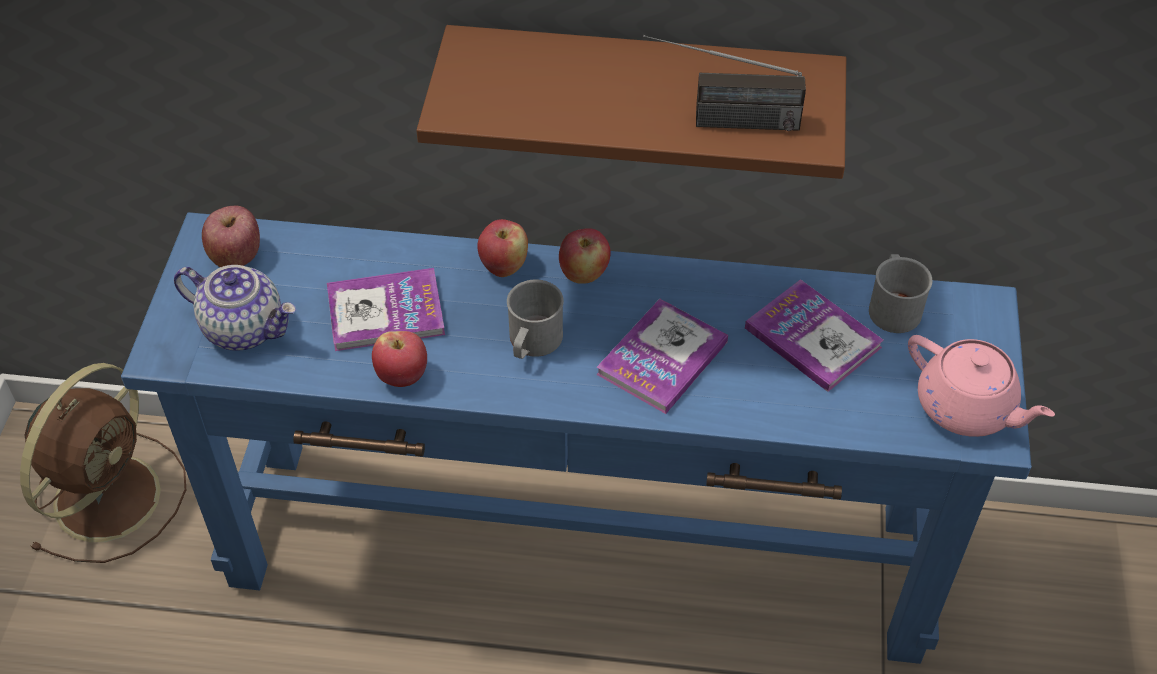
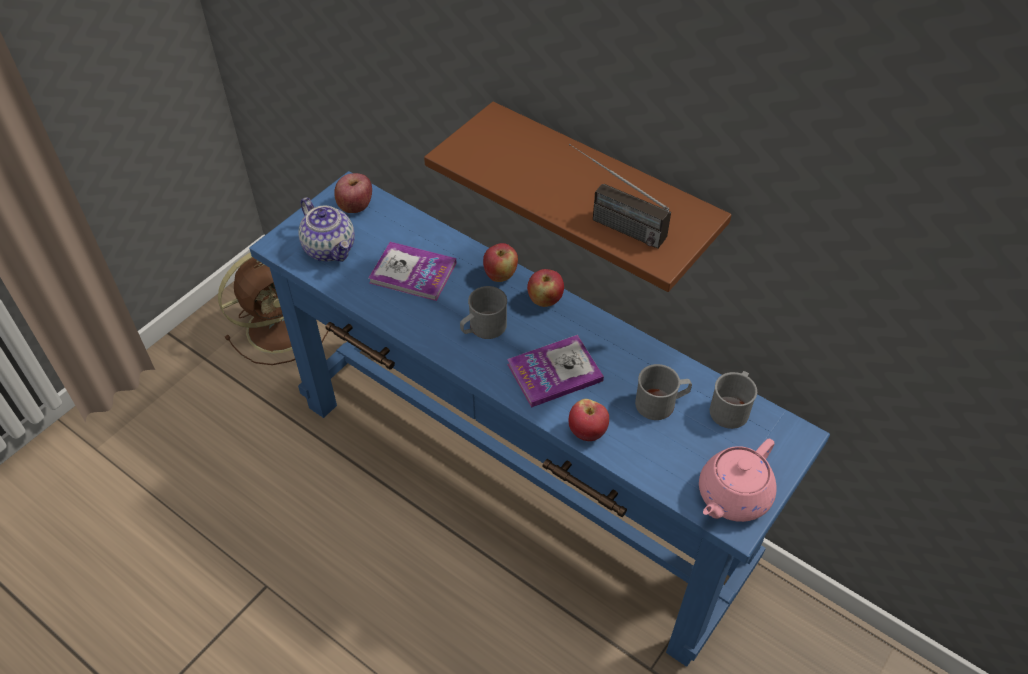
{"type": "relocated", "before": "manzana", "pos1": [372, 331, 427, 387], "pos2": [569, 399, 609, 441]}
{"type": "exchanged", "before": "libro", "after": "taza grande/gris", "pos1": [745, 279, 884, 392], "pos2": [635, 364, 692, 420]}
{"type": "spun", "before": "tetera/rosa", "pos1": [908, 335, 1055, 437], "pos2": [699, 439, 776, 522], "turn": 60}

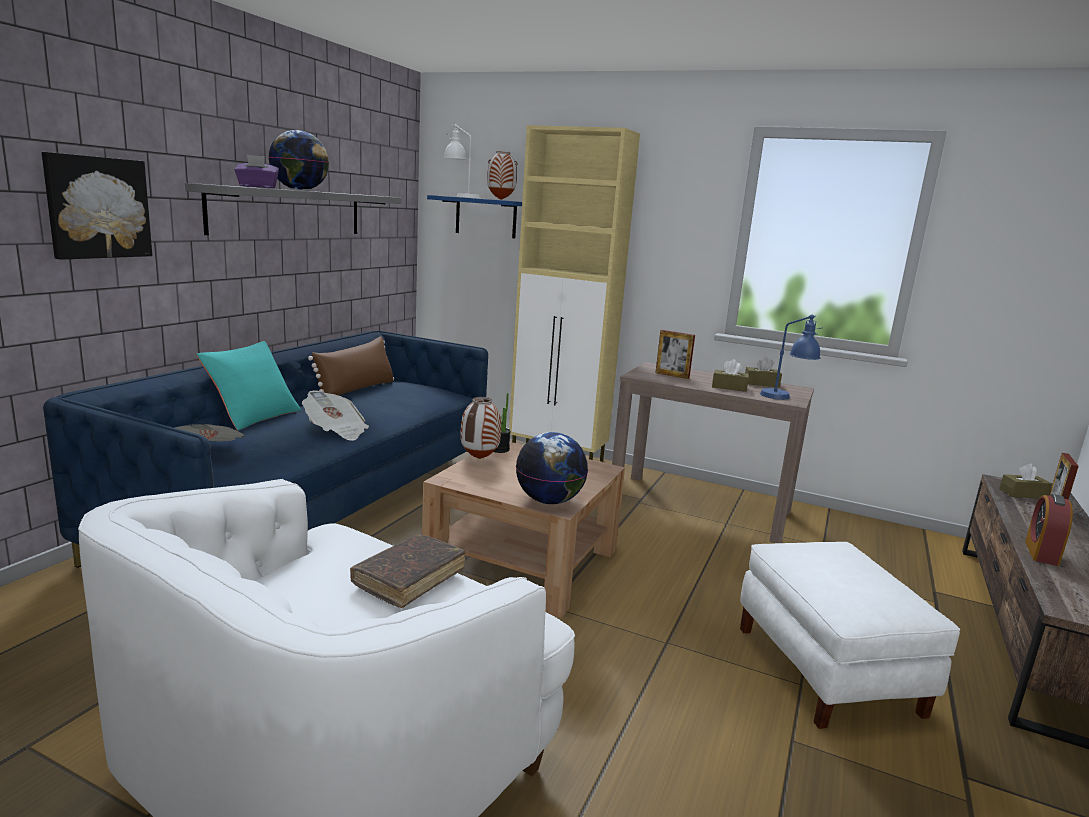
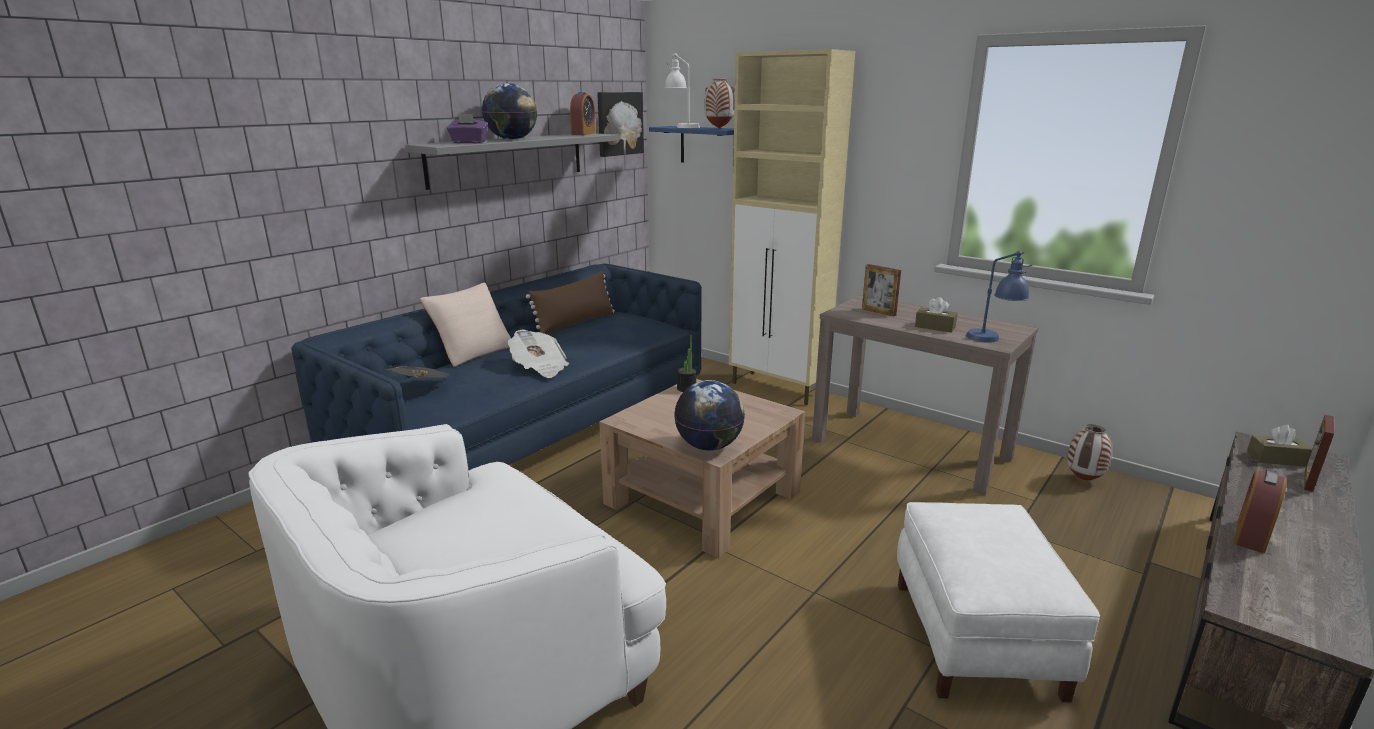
{"type": "colour", "before": "cojín/turquesa", "after": "cojín/beis", "pos1": [197, 341, 301, 431], "pos2": [420, 283, 511, 367]}
{"type": "appeared", "after": "despertador", "pos2": [570, 92, 596, 135]}
{"type": "relocated", "before": "cuadro", "pos1": [42, 152, 152, 260], "pos2": [597, 92, 644, 157]}
{"type": "relocated", "before": "florero", "pos1": [461, 397, 501, 459], "pos2": [1067, 424, 1112, 480]}
{"type": "missing", "before": "libro/marrón", "pos1": [350, 535, 466, 608]}
{"type": "missing", "before": "caja de pañuelos/marrón", "pos1": [745, 357, 782, 387]}

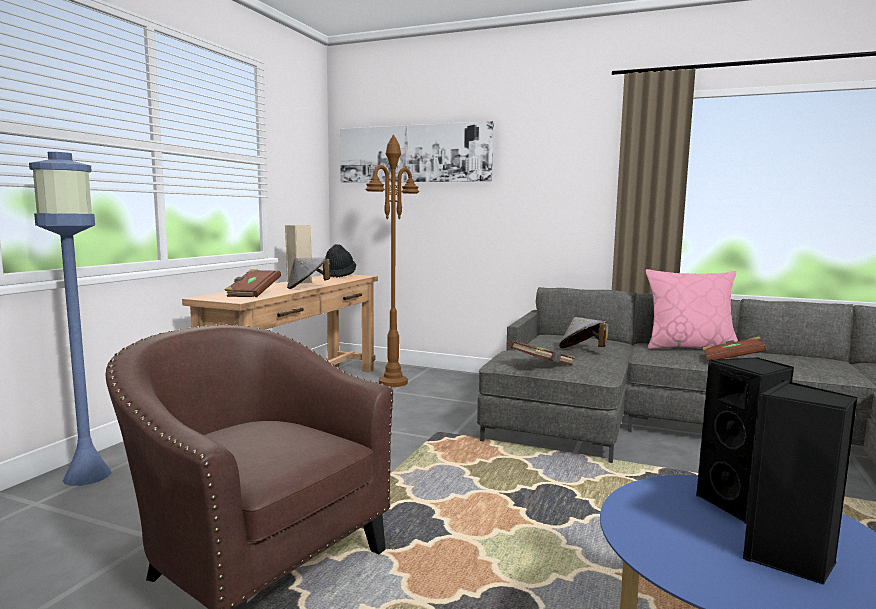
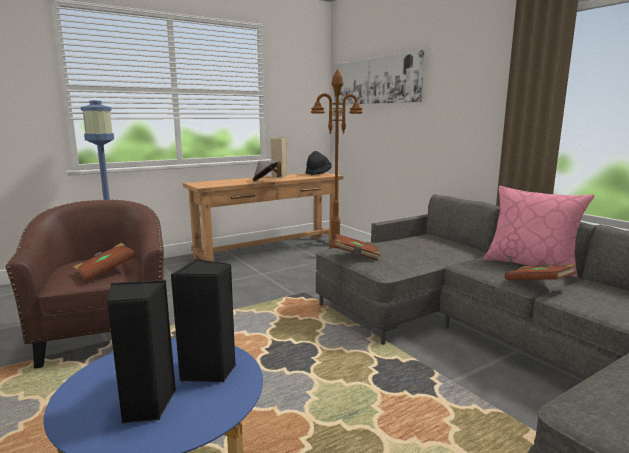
{"type": "relocated", "before": "libro/marrón", "pos1": [225, 269, 281, 297], "pos2": [73, 243, 136, 281]}
{"type": "missing", "before": "sombrero/gris", "pos1": [559, 317, 608, 348]}

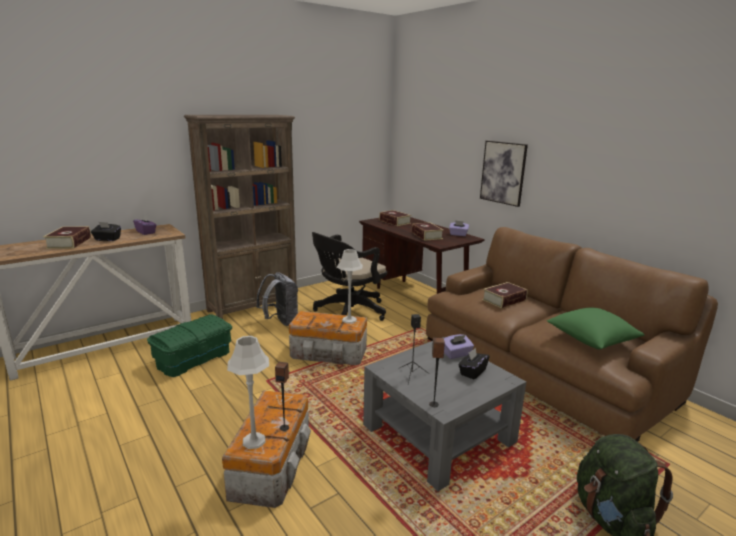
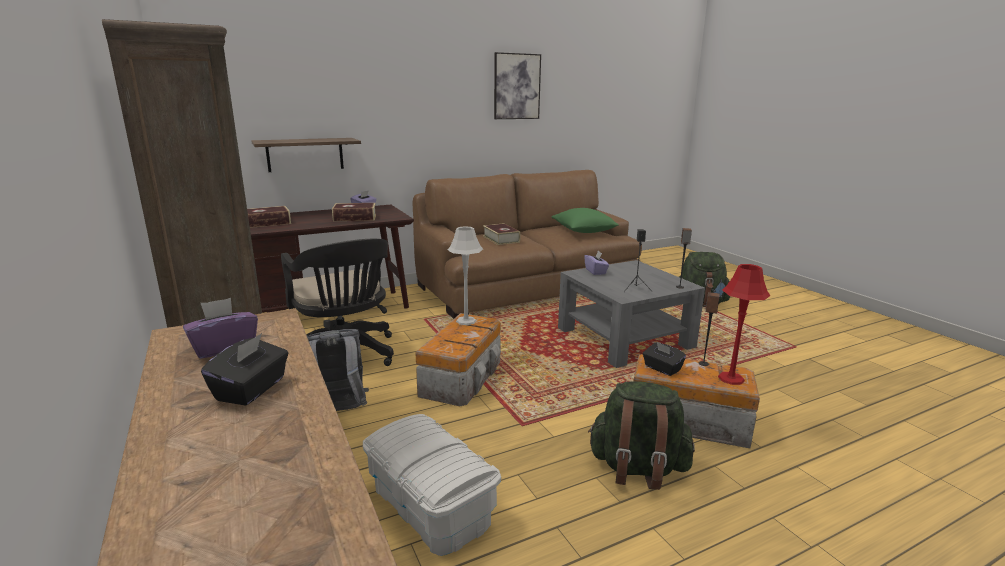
{"type": "appeared", "after": "estante", "pos2": [252, 138, 361, 172]}
{"type": "colour", "before": "caja de almacenaje/verde", "after": "caja de almacenaje/blanco", "pos1": [147, 314, 232, 377], "pos2": [363, 414, 501, 556]}
{"type": "relocated", "before": "cuadro", "pos1": [480, 141, 528, 207], "pos2": [494, 52, 541, 119]}
{"type": "appeared", "after": "mochila/verde", "pos2": [588, 381, 695, 490]}
{"type": "relocated", "before": "caja de pañuelos/negro", "pos1": [459, 348, 490, 380], "pos2": [643, 341, 686, 376]}
{"type": "colour", "before": "lámpara de mesa/gris", "after": "lámpara de mesa/rojo", "pos1": [227, 336, 269, 449], "pos2": [718, 264, 771, 385]}
{"type": "missing", "before": "libro", "pos1": [43, 226, 91, 249]}

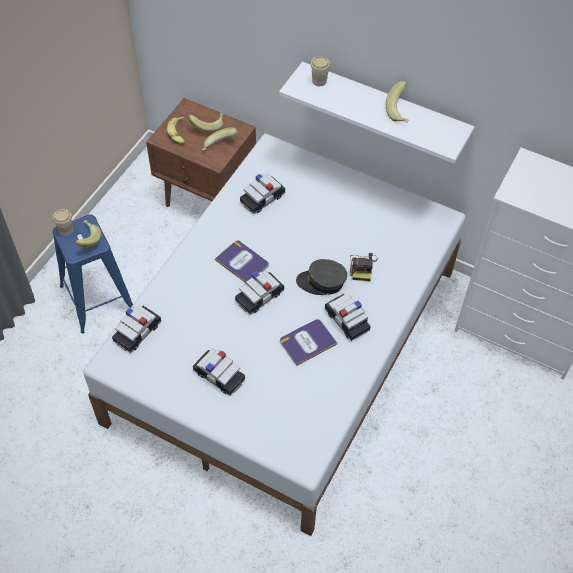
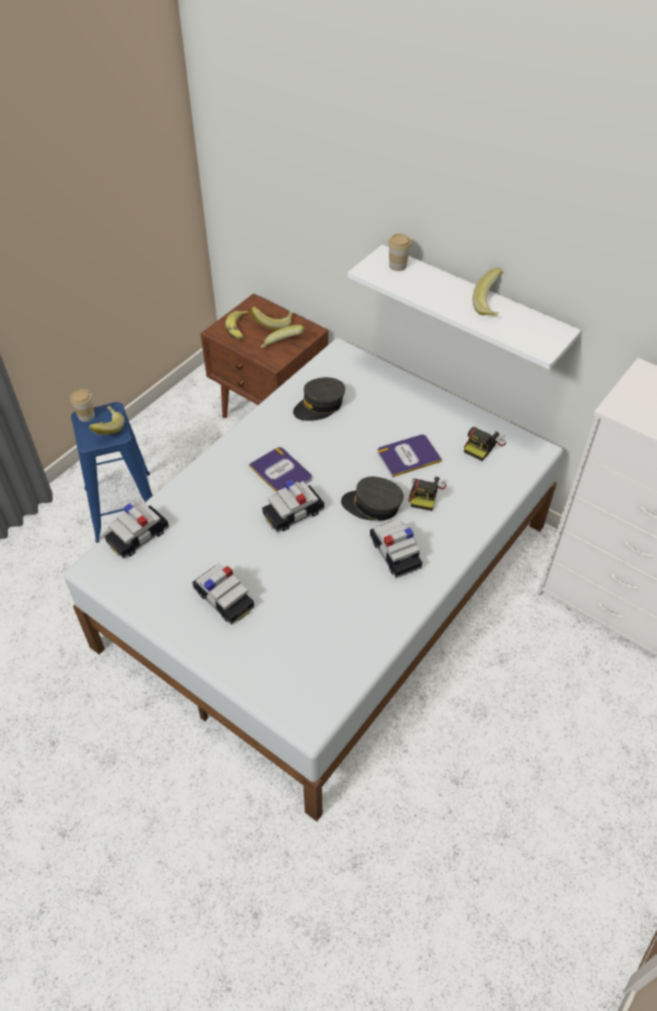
{"type": "exchanged", "before": "coche de juguete", "after": "gorra/gris", "pos1": [240, 174, 285, 214], "pos2": [293, 377, 345, 421]}
{"type": "relocated", "before": "libro", "pos1": [280, 319, 338, 366], "pos2": [377, 435, 442, 477]}
{"type": "appeared", "after": "cámara", "pos2": [464, 427, 506, 461]}

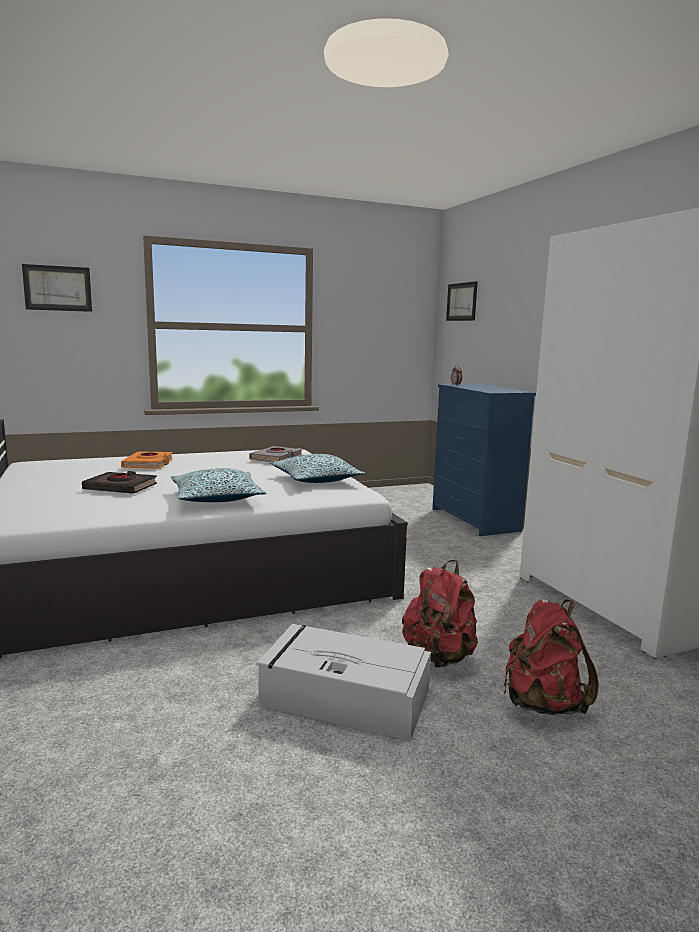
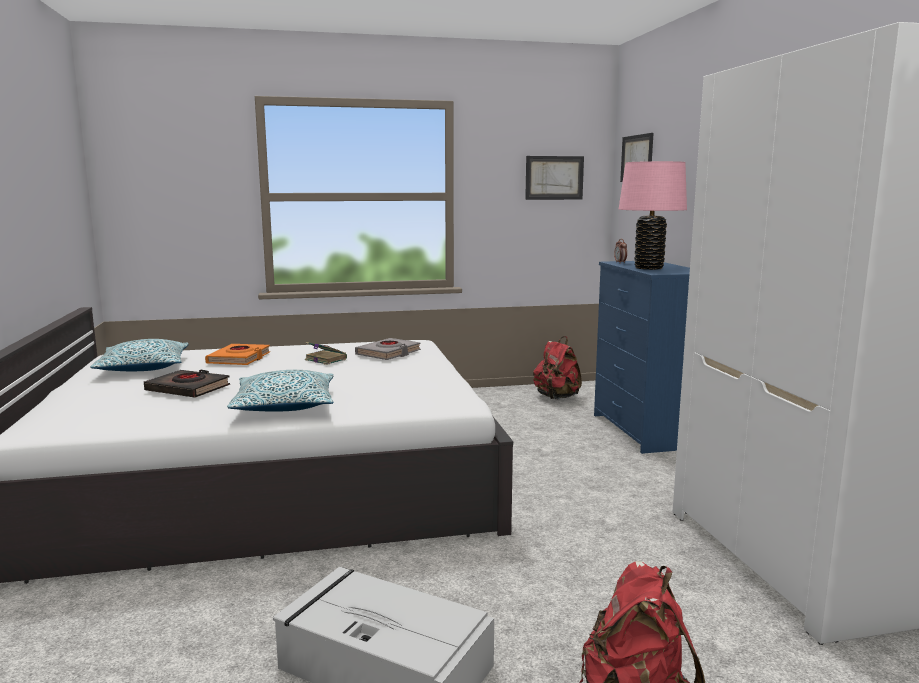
{"type": "relocated", "before": "cojín", "pos1": [270, 454, 365, 483], "pos2": [90, 339, 189, 371]}
{"type": "appeared", "after": "libro", "pos2": [305, 342, 347, 365]}
{"type": "relocated", "before": "cuadro", "pos1": [22, 264, 92, 312], "pos2": [525, 156, 584, 200]}
{"type": "relocated", "before": "mochila/rojo", "pos1": [402, 560, 478, 668], "pos2": [533, 336, 582, 399]}
{"type": "appeared", "after": "lámpara de mesa/rosa", "pos2": [619, 161, 687, 270]}

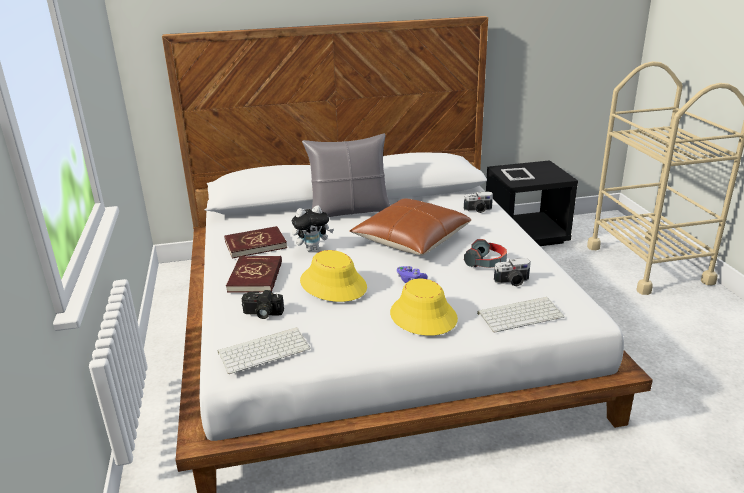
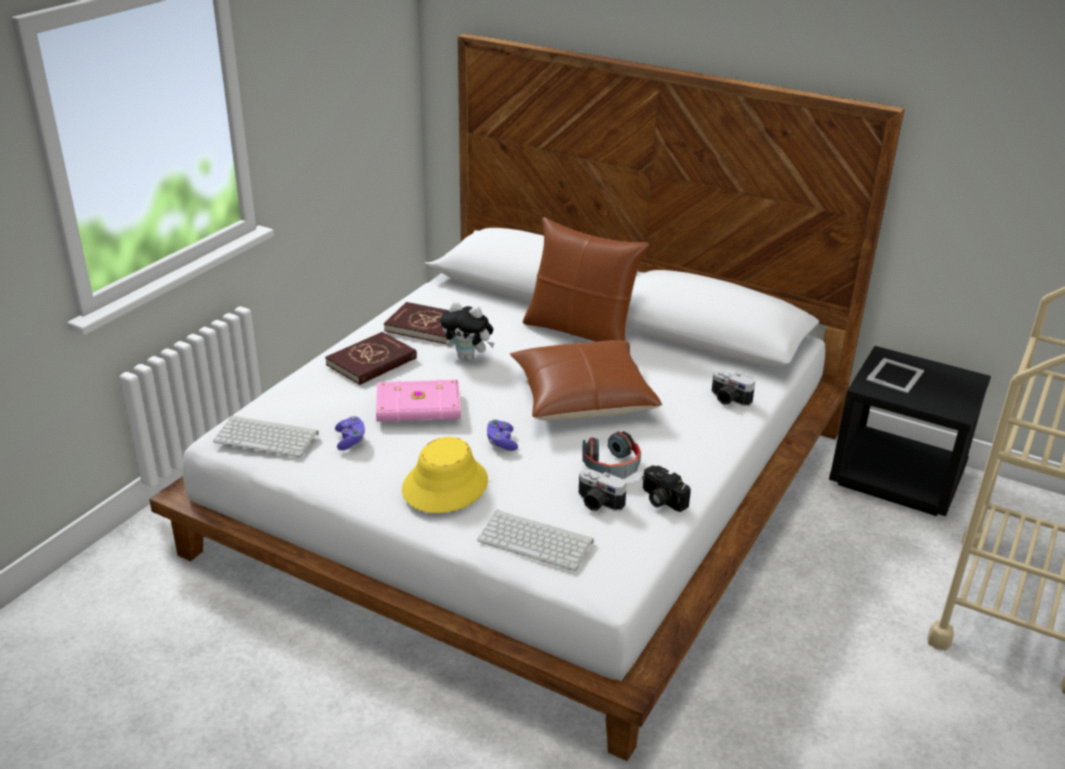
{"type": "appeared", "after": "mando de consola/morado", "pos2": [335, 416, 365, 450]}
{"type": "exchanged", "before": "sombrero/amarillo", "after": "libro/rosa", "pos1": [300, 250, 367, 302], "pos2": [376, 380, 461, 422]}
{"type": "colour", "before": "cojín/gris", "after": "cojín/marrón", "pos1": [302, 133, 390, 217], "pos2": [523, 217, 649, 342]}
{"type": "relocated", "before": "cámara", "pos1": [242, 290, 284, 319], "pos2": [642, 465, 691, 512]}

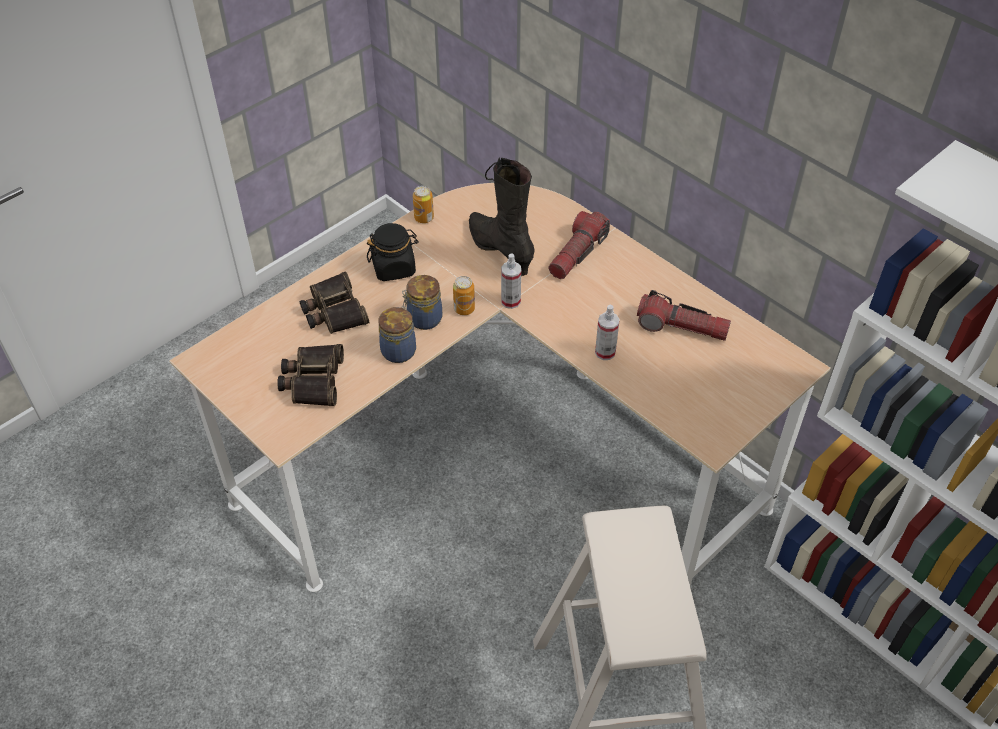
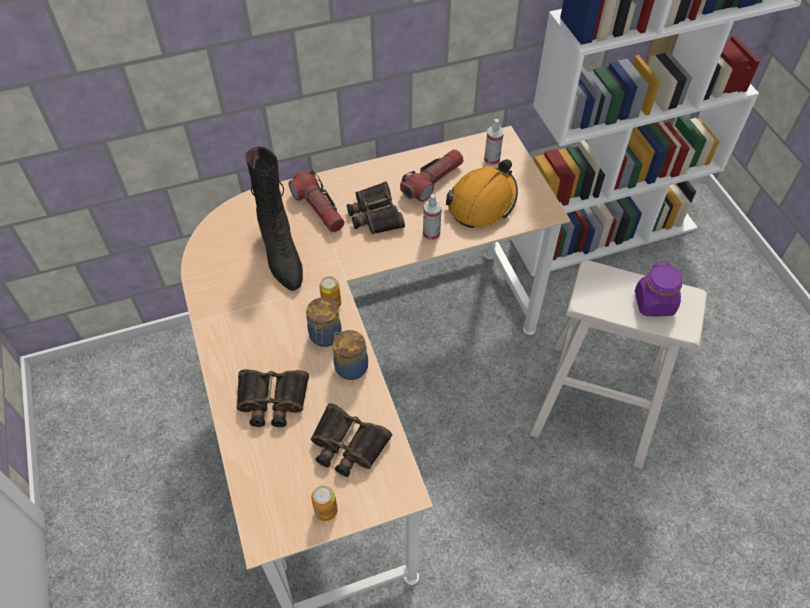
{"type": "spun", "before": "bota/negro", "pos1": [469, 157, 535, 276], "pos2": [246, 147, 303, 291], "turn": -105}
{"type": "relocated", "before": "lata", "pos1": [413, 186, 434, 223], "pos2": [311, 486, 338, 521]}
{"type": "appeared", "after": "prismáticos", "pos2": [347, 181, 405, 234]}
{"type": "appeared", "after": "casco/naranja", "pos2": [446, 159, 518, 228]}
{"type": "relocated", "before": "pulverizador", "pos1": [501, 253, 521, 309], "pos2": [484, 119, 504, 166]}
{"type": "appeared", "after": "tarro/morado", "pos2": [635, 262, 682, 316]}
{"type": "missing", "before": "tarro/negro", "pos1": [367, 223, 419, 281]}

